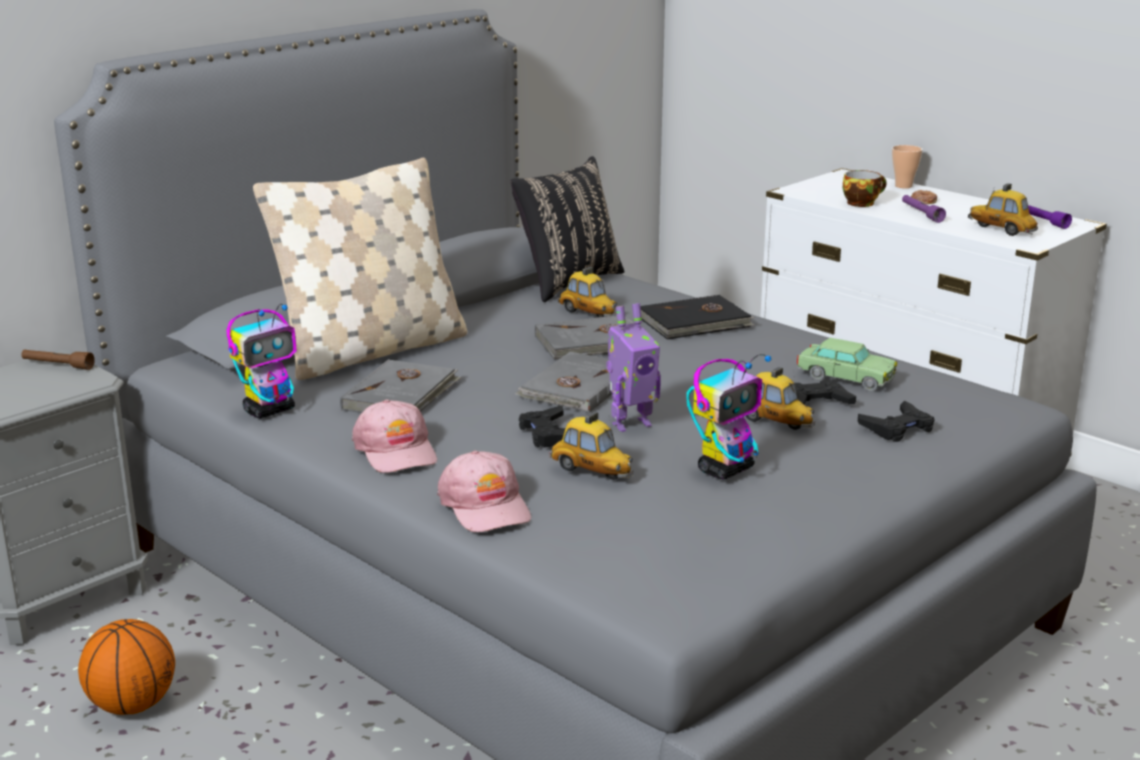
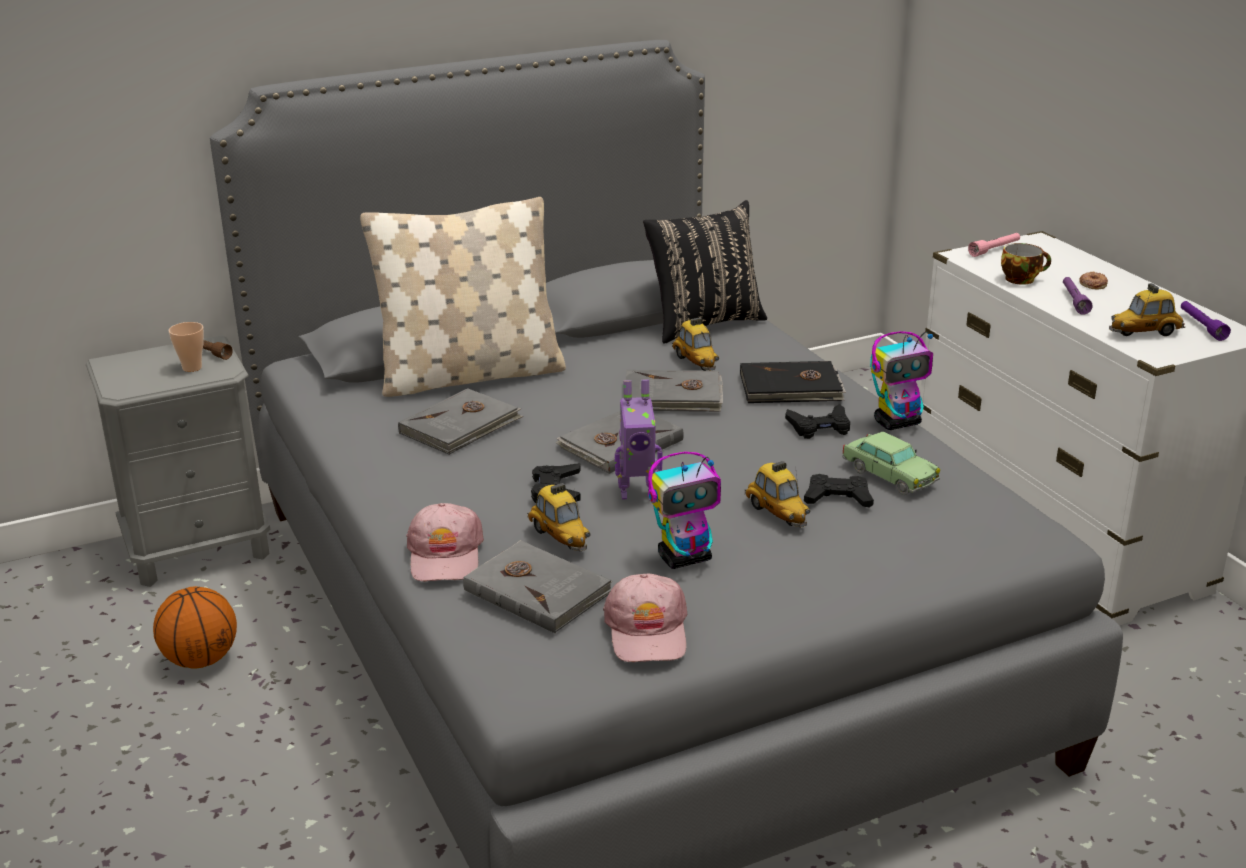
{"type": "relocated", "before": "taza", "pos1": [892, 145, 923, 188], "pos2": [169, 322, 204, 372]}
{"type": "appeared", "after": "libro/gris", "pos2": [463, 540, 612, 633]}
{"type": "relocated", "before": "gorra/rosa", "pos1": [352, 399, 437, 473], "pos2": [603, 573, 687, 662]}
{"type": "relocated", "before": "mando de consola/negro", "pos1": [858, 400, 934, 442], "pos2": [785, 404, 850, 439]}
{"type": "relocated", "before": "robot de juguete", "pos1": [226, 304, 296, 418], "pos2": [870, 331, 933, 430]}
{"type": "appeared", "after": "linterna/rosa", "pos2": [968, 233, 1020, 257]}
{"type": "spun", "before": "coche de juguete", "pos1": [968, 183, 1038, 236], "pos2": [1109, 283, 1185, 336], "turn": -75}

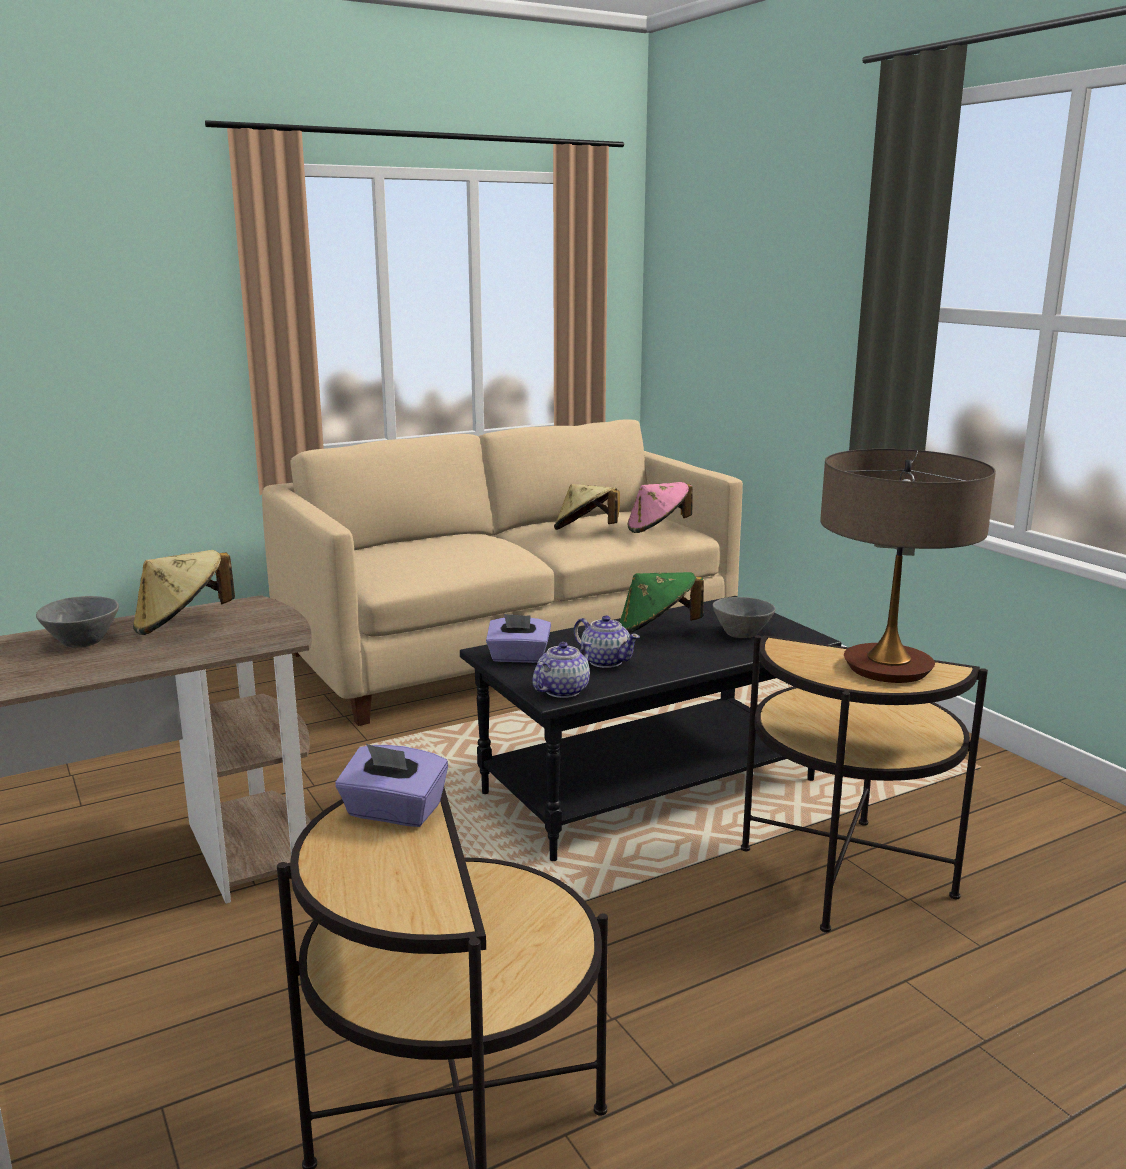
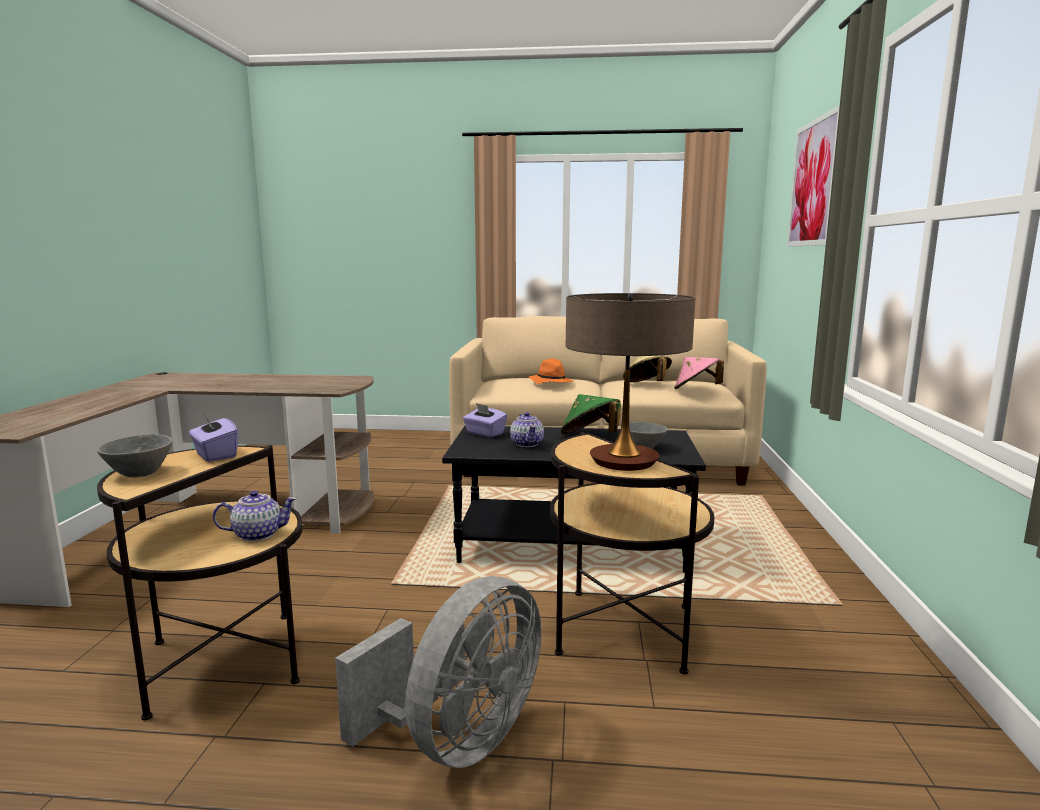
{"type": "relocated", "before": "cuenco/gris", "pos1": [36, 596, 119, 648], "pos2": [97, 434, 173, 478]}
{"type": "relocated", "before": "tetera", "pos1": [532, 642, 592, 698], "pos2": [213, 490, 297, 541]}
{"type": "appeared", "after": "ventilador/gris", "pos2": [335, 576, 541, 768]}
{"type": "appeared", "after": "sombrero/naranja", "pos2": [529, 359, 574, 384]}
{"type": "appeared", "after": "cuadro", "pos2": [787, 105, 840, 247]}
{"type": "missing", "before": "sombrero/beis", "pos1": [133, 550, 235, 635]}

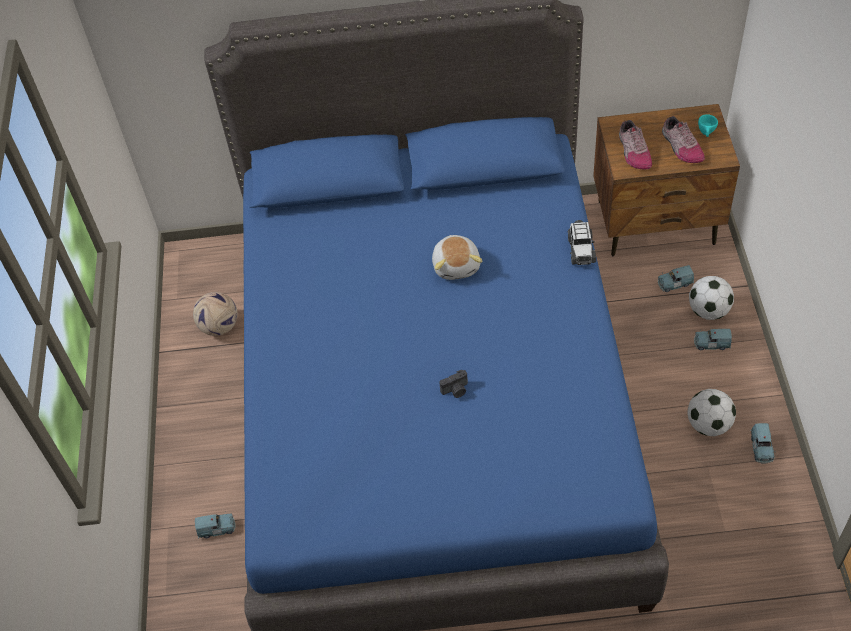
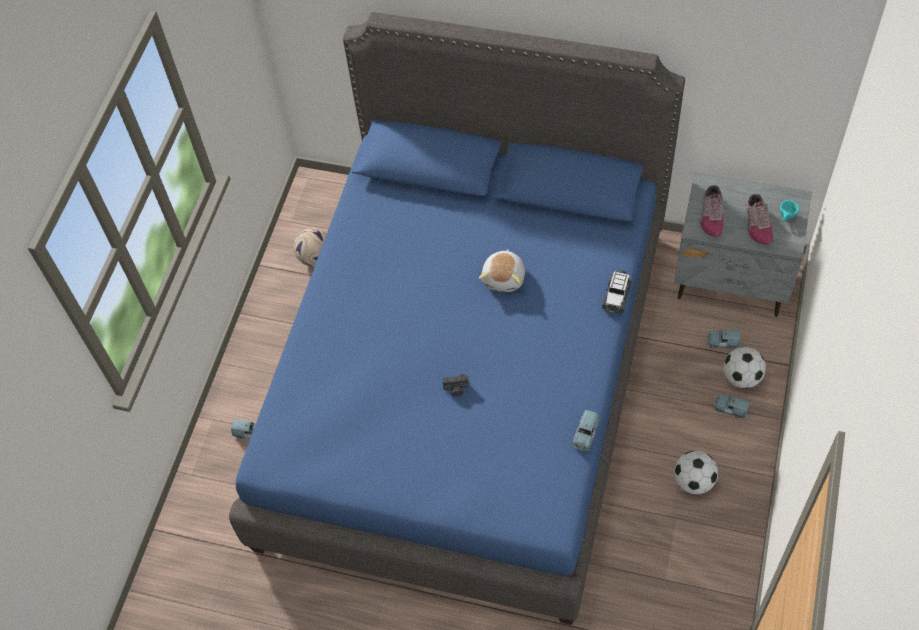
{"type": "relocated", "before": "coche de juguete/azul", "pos1": [750, 423, 775, 463], "pos2": [572, 410, 600, 451]}
{"type": "colour", "before": "mesita de noche/marrón", "after": "mesita de noche/gris", "pos1": [593, 104, 740, 256], "pos2": [674, 172, 812, 317]}

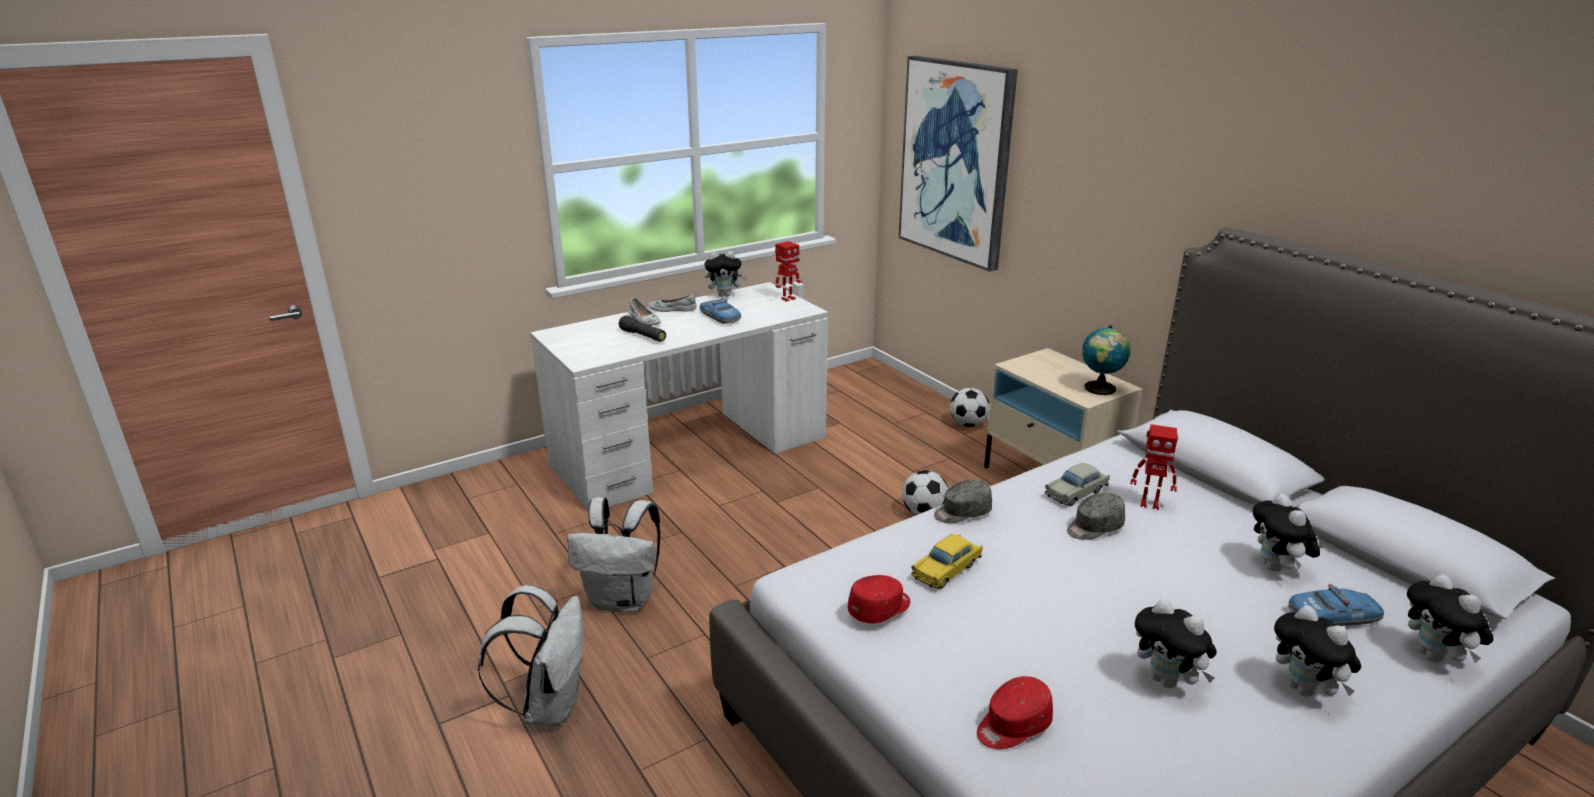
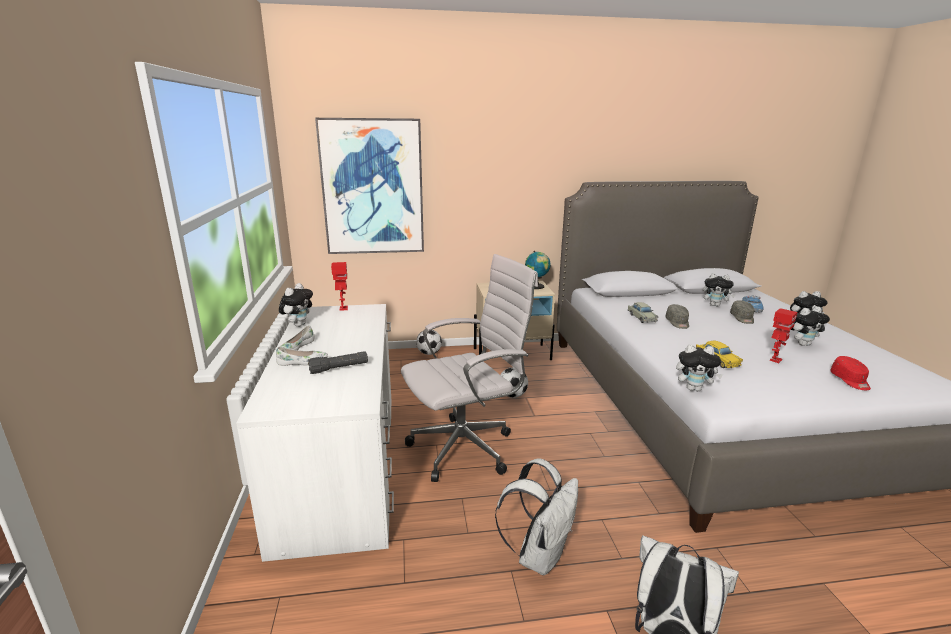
{"type": "appeared", "after": "silla de oficina/blanco", "pos2": [401, 254, 538, 482]}
{"type": "relocated", "before": "peluche", "pos1": [1407, 574, 1494, 663], "pos2": [676, 344, 723, 391]}
{"type": "relocated", "before": "gorra/gris", "pos1": [934, 479, 992, 523], "pos2": [730, 300, 754, 324]}
{"type": "relocated", "before": "robot de juguete", "pos1": [1131, 424, 1178, 510], "pos2": [770, 308, 797, 363]}
{"type": "missing", "before": "coche de juguete", "pos1": [699, 299, 741, 324]}
{"type": "missing", "before": "gorra/rojo", "pos1": [848, 575, 910, 624]}

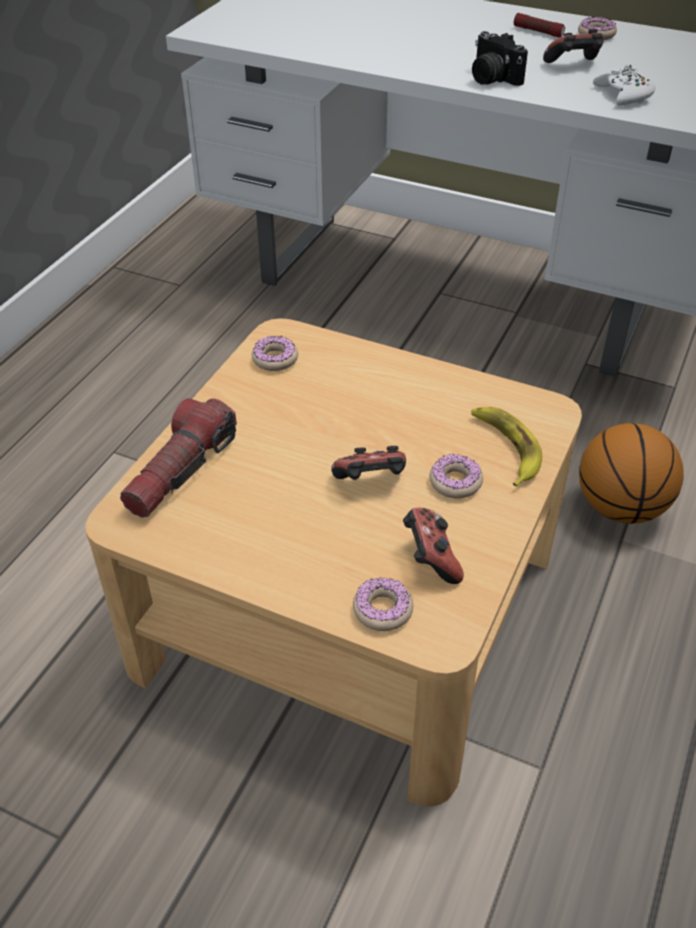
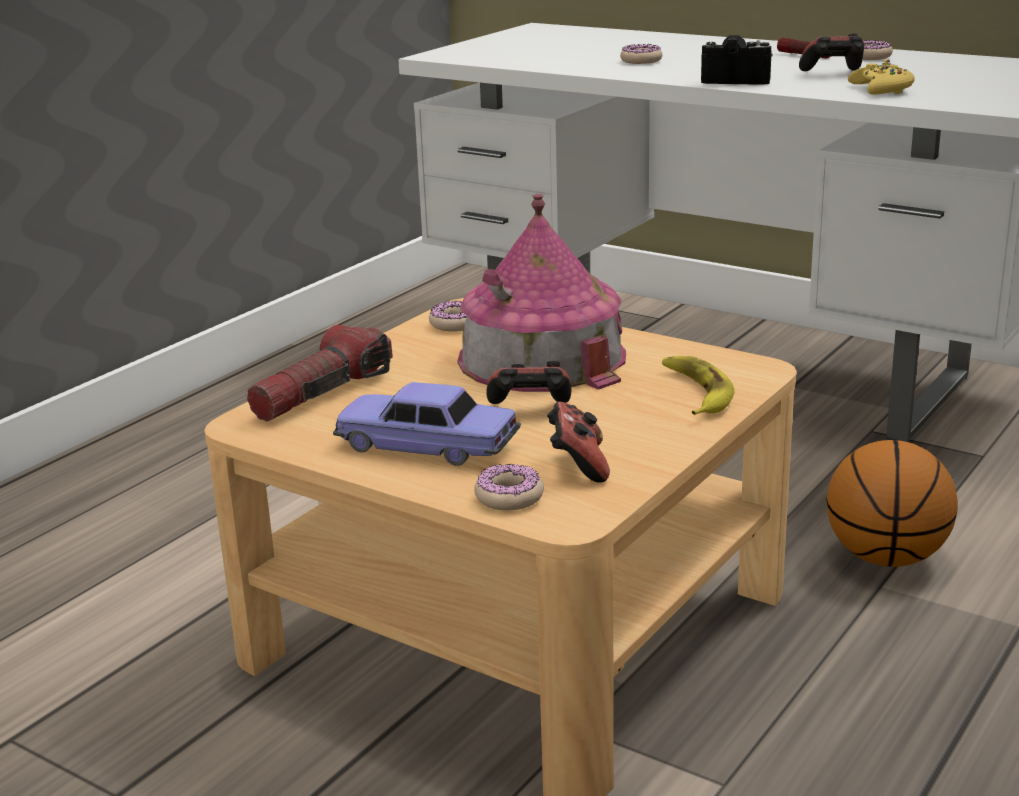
{"type": "appeared", "after": "coche de juguete", "pos2": [333, 382, 521, 466]}
{"type": "appeared", "after": "casita", "pos2": [457, 194, 626, 392]}
{"type": "relocated", "before": "rosquilla", "pos1": [430, 454, 483, 499], "pos2": [620, 44, 662, 64]}
{"type": "spun", "before": "cámara", "pos1": [472, 31, 528, 86], "pos2": [701, 35, 773, 85], "turn": 135}
{"type": "colour", "before": "mando de consola/blanco", "after": "mando de consola/amarillo", "pos1": [593, 64, 656, 106], "pos2": [848, 59, 915, 94]}

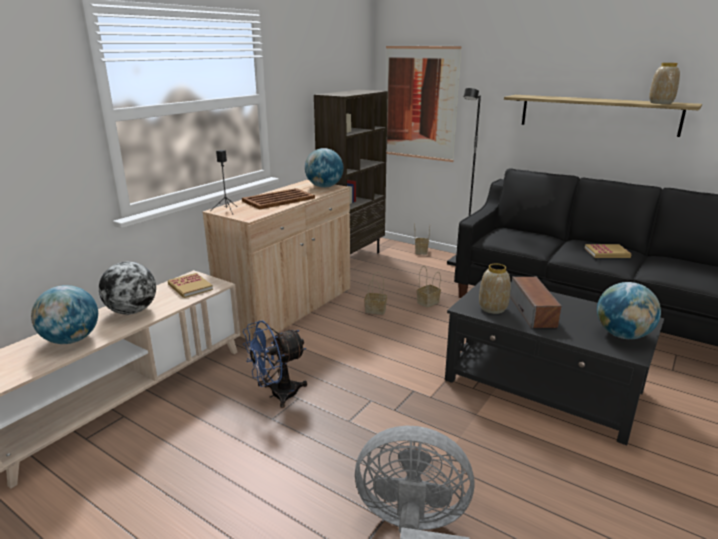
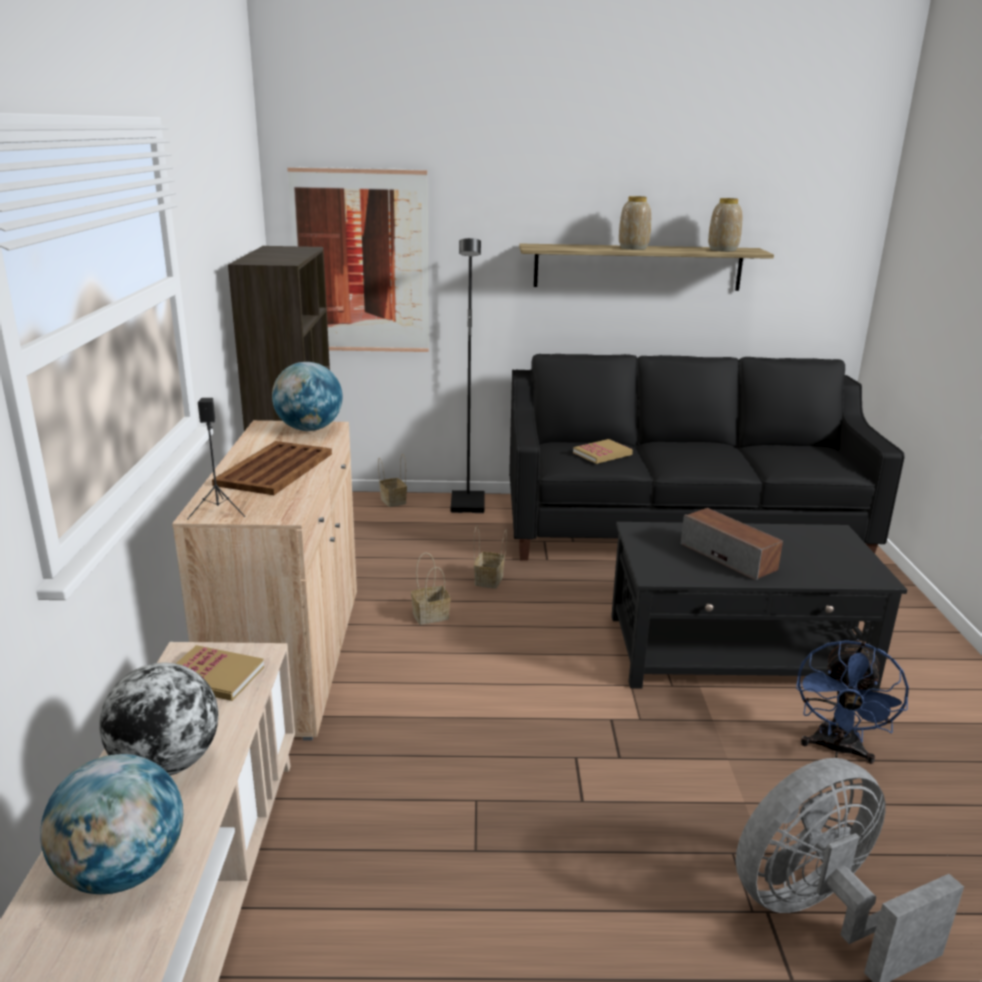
{"type": "relocated", "before": "libro", "pos1": [584, 244, 632, 258], "pos2": [573, 439, 633, 464]}
{"type": "relocated", "before": "florero", "pos1": [479, 264, 511, 314], "pos2": [619, 196, 651, 250]}
{"type": "relocated", "before": "ventilador/azul", "pos1": [243, 321, 307, 408], "pos2": [796, 639, 909, 764]}
{"type": "missing", "before": "globo terráqueo", "pos1": [597, 282, 661, 339]}

